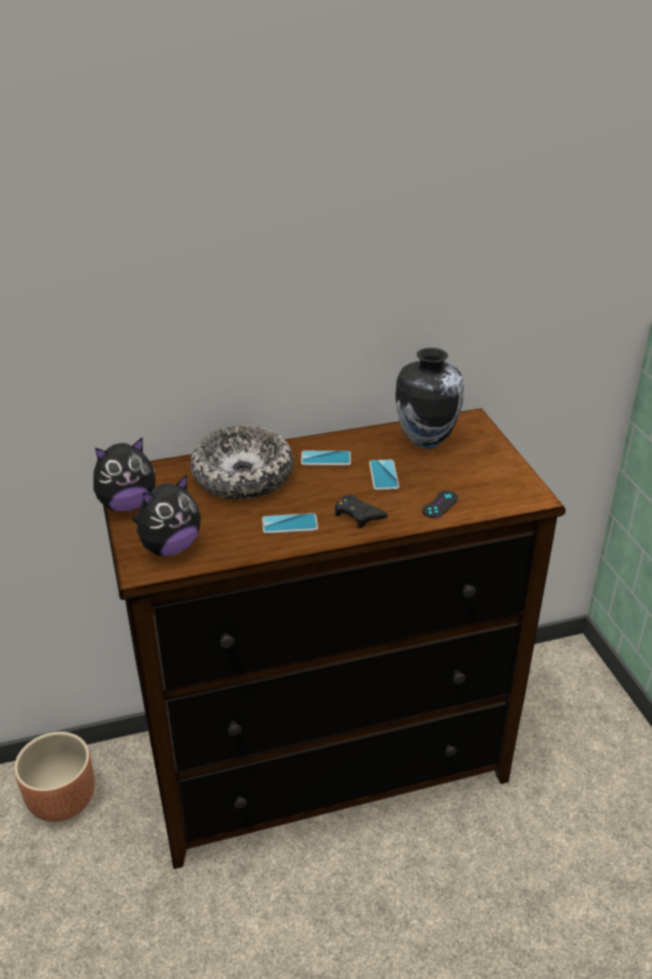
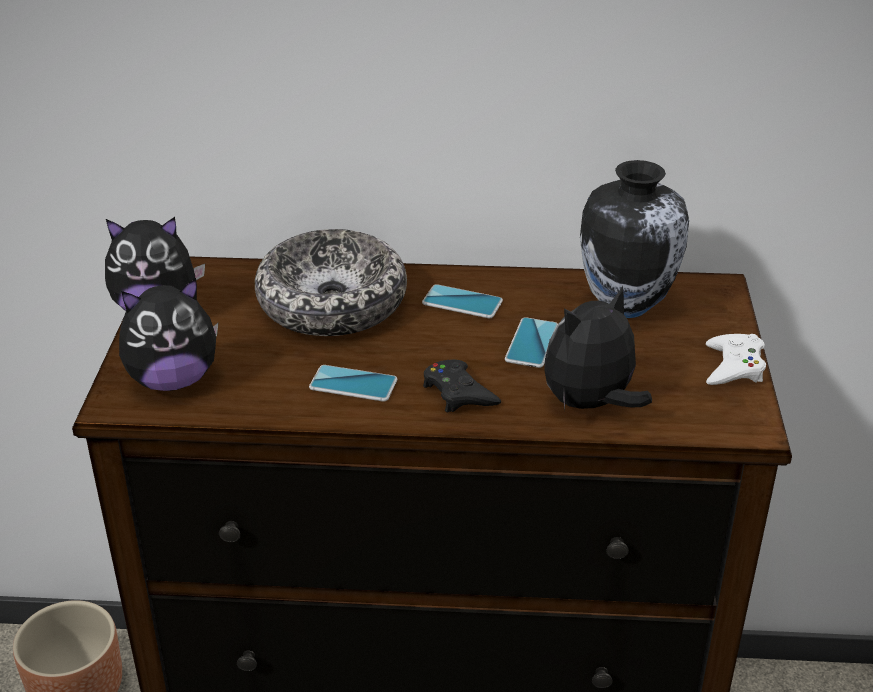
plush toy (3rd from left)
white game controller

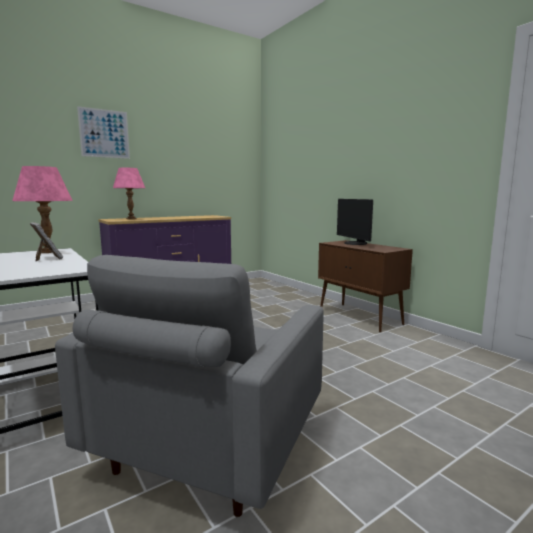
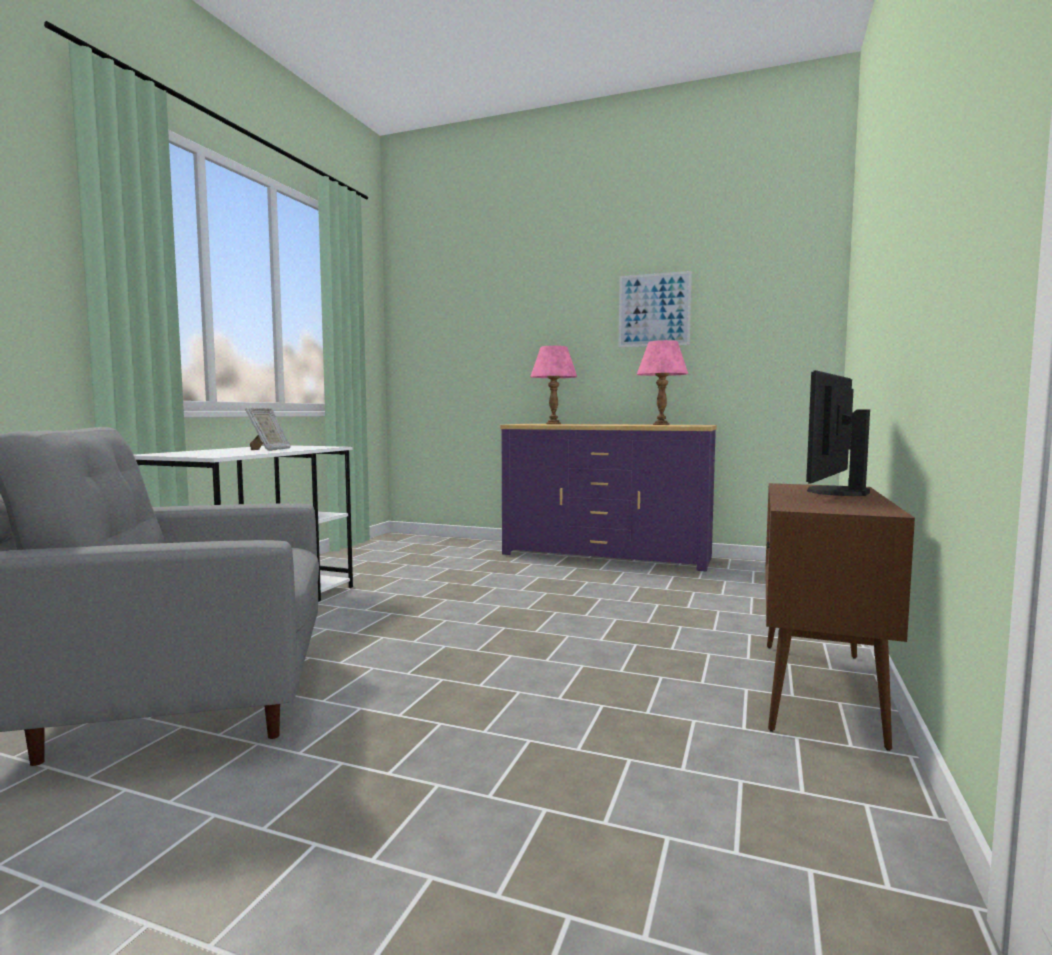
picture
pink table lamp (2nd from left)

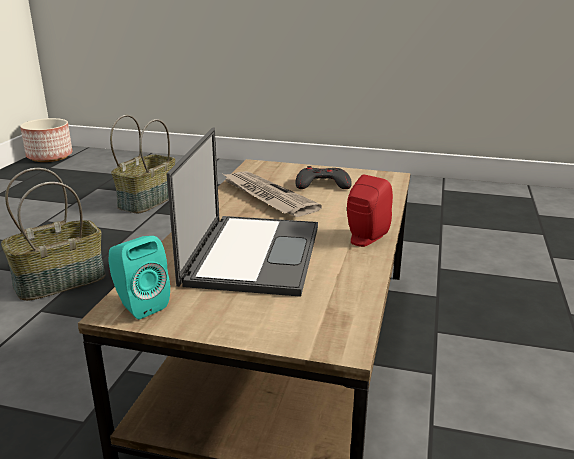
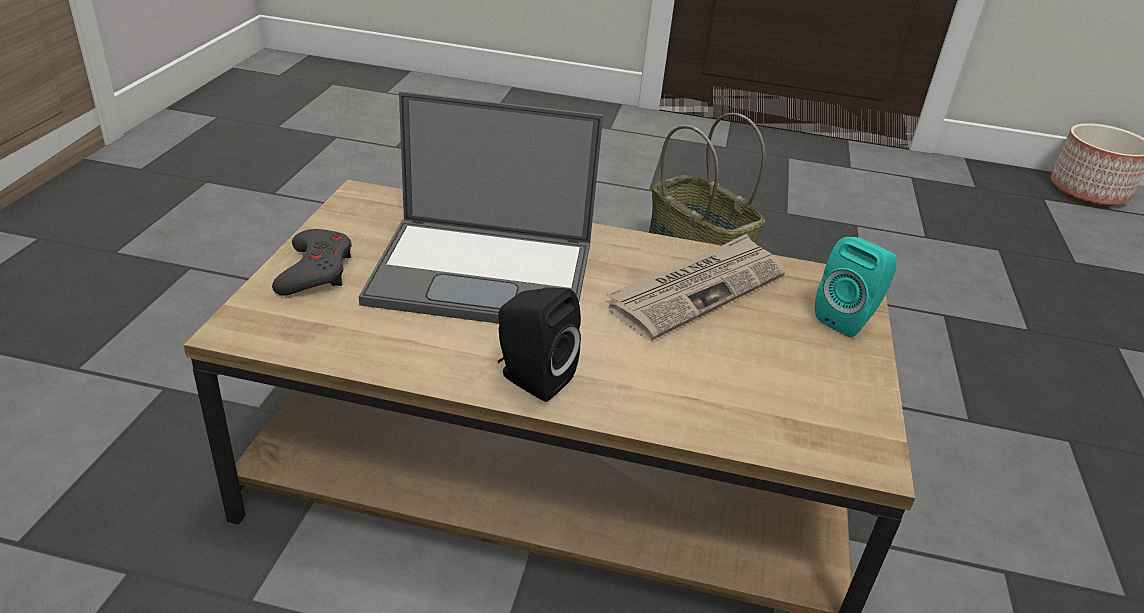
grey game controller
black speaker
turquoise speaker
basket (2nd from left in the first image)

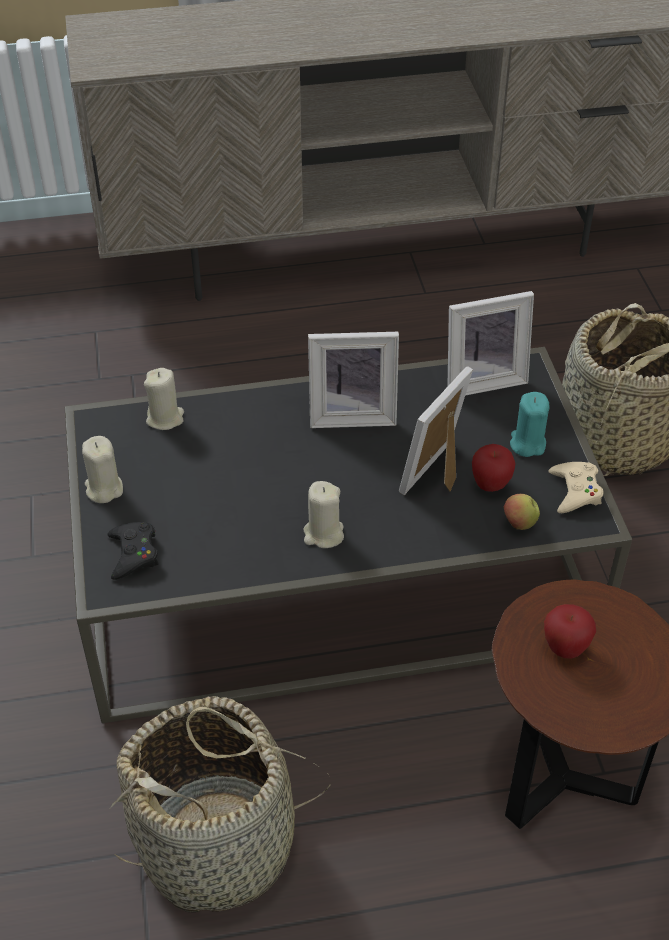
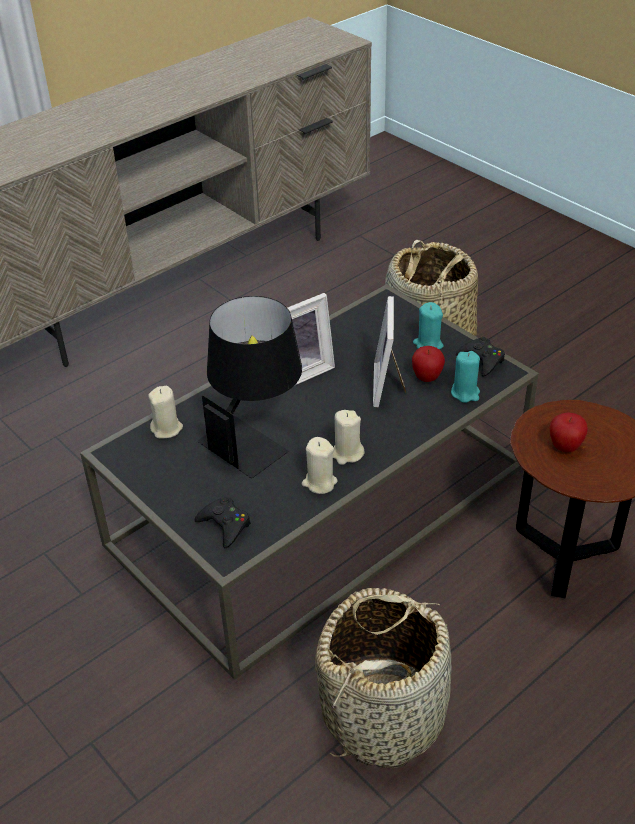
black table lamp
beige candle (2nd from left)
turquoise candle (2nd from left)
black game controller (2nd from left)
picture frame (3rd from left in the first image)

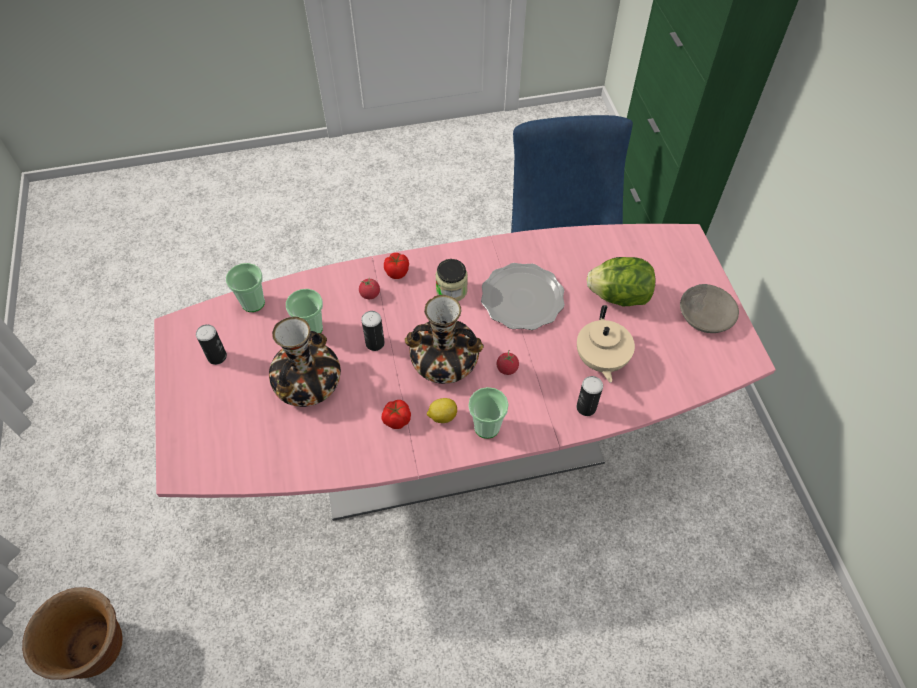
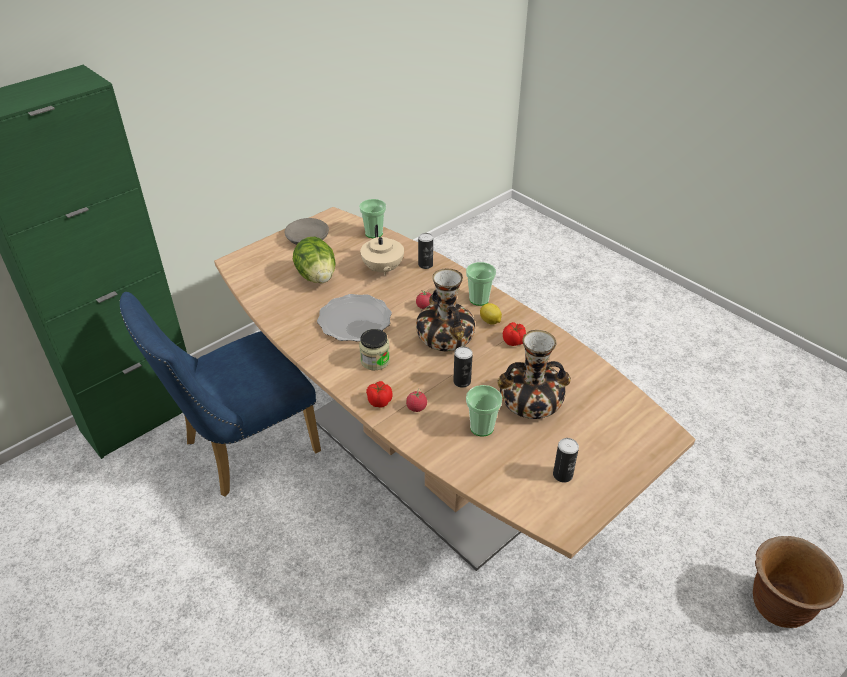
brown dining table
cup (1st from left)
beige teapot

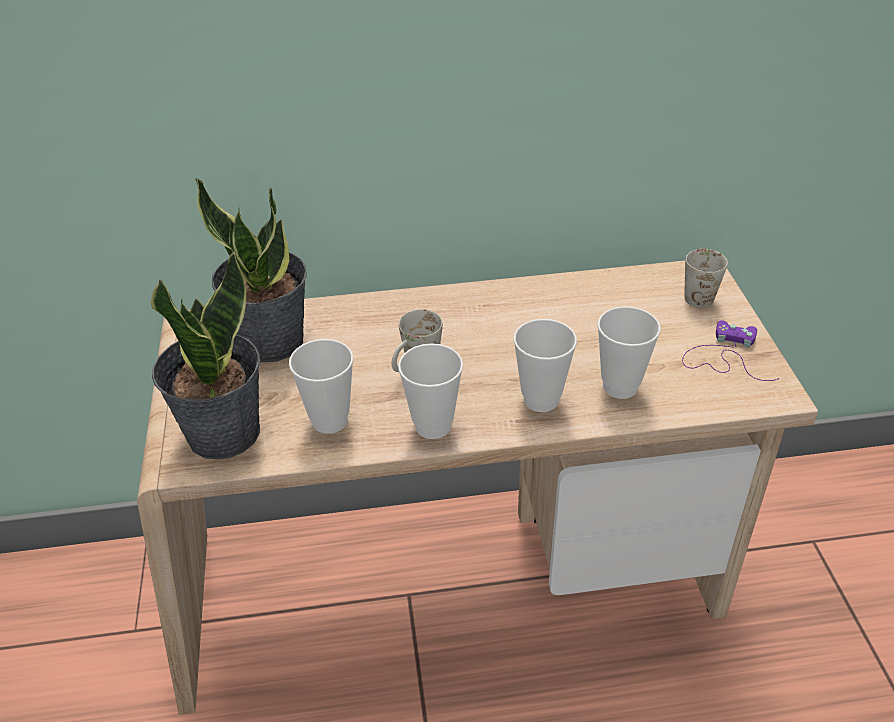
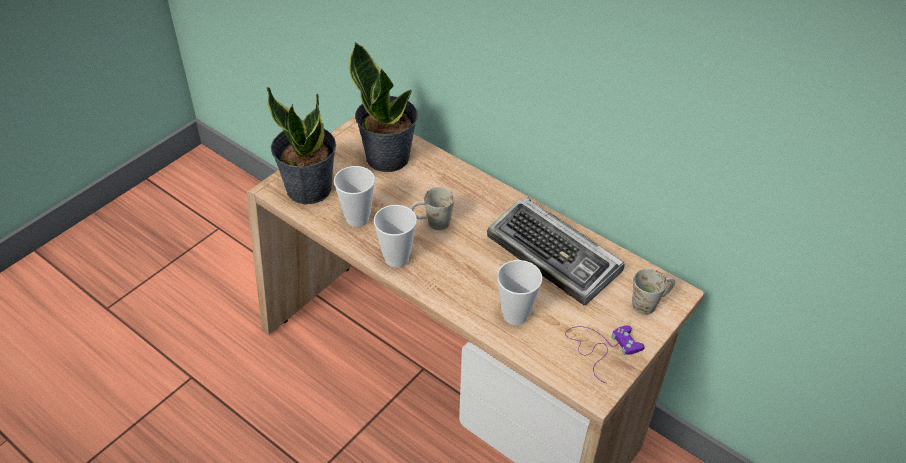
keyboard
cup (3rd from left in the first image)

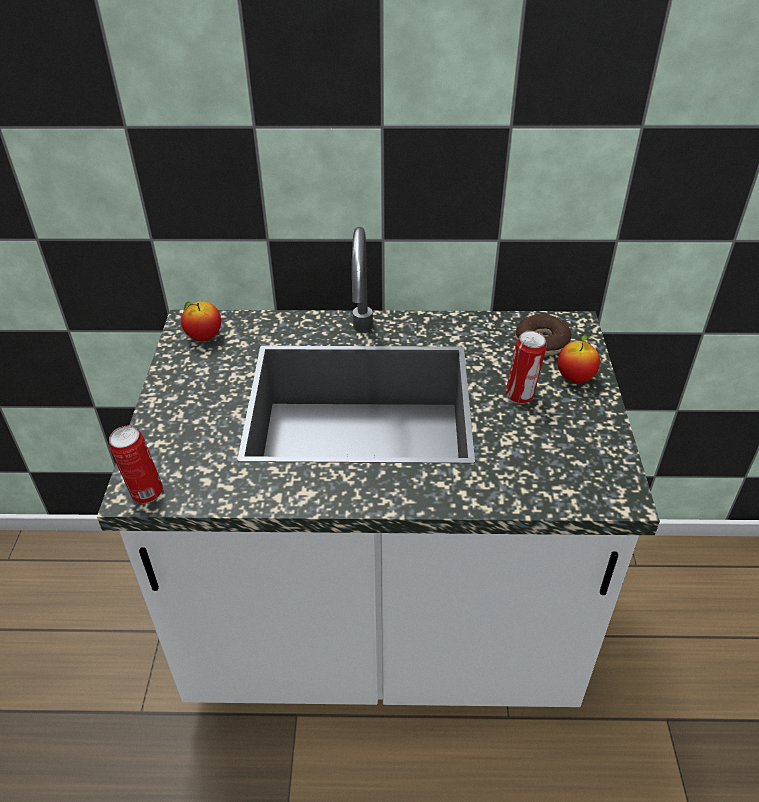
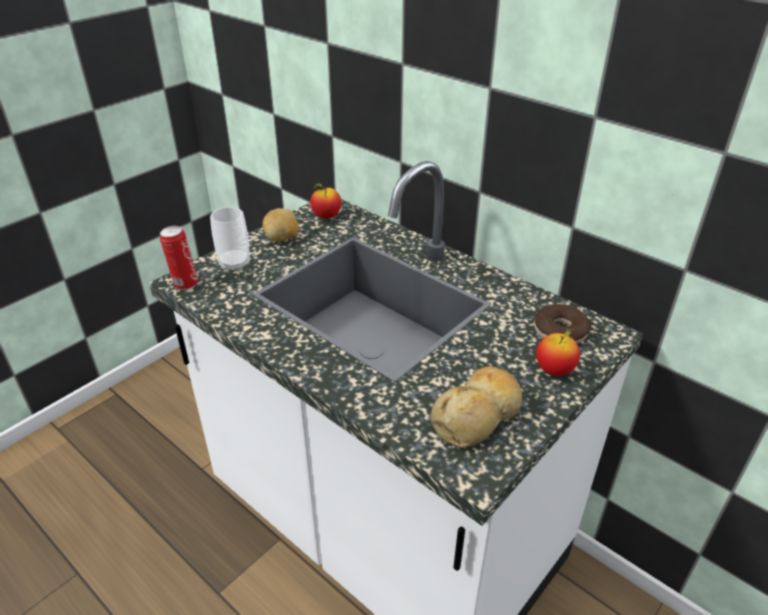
cup
potato
bread
can (2nd from left in the first image)

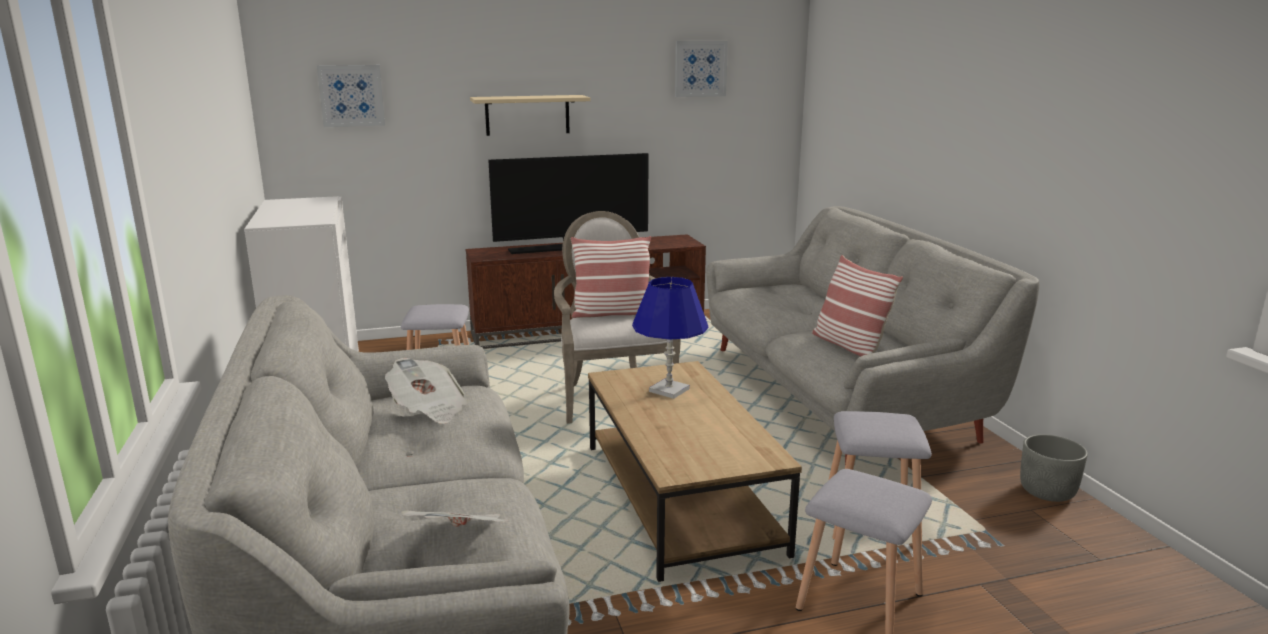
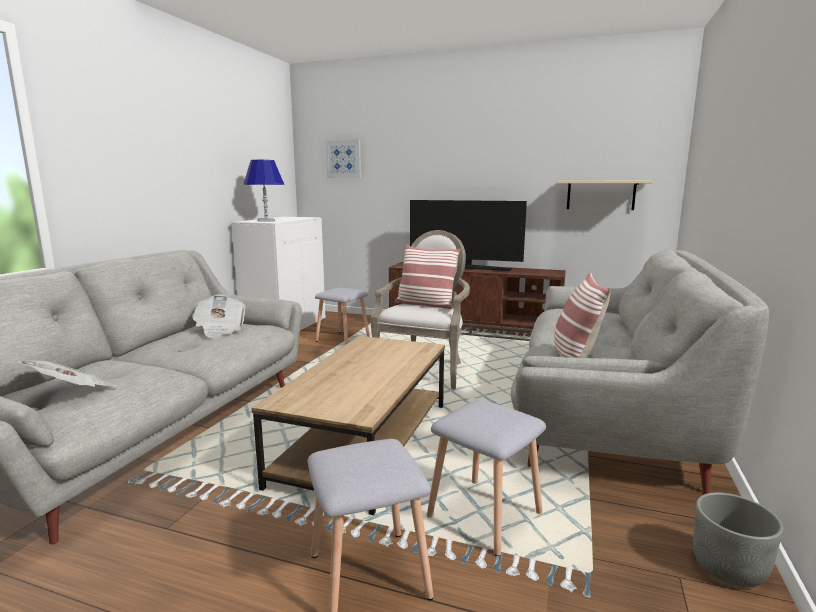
blue table lamp
beige shelf
picture (2nd from left in the first image)

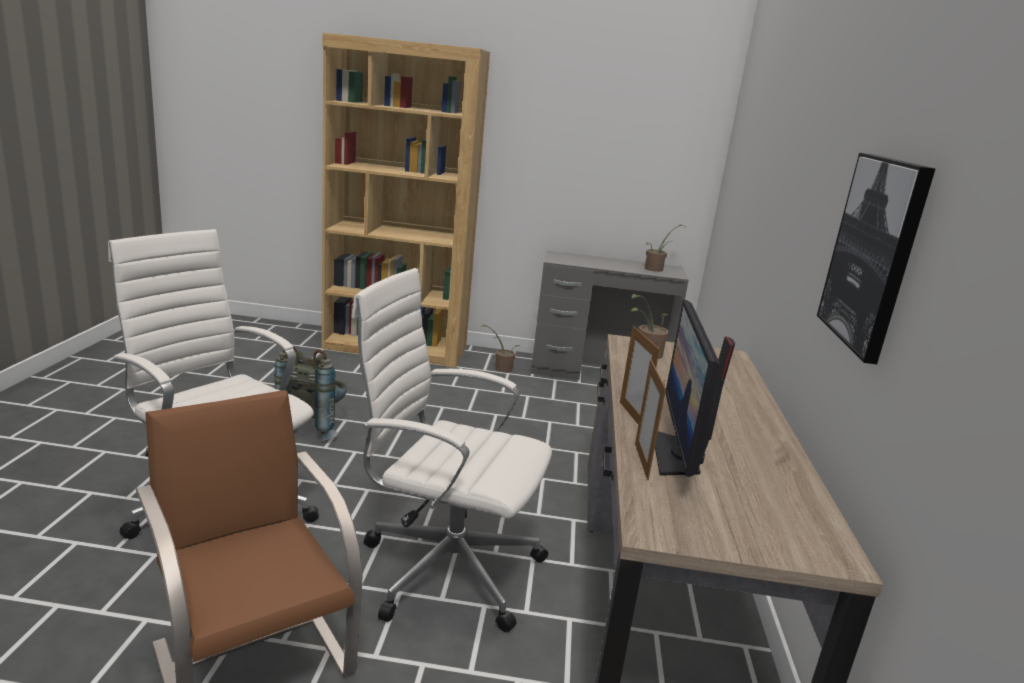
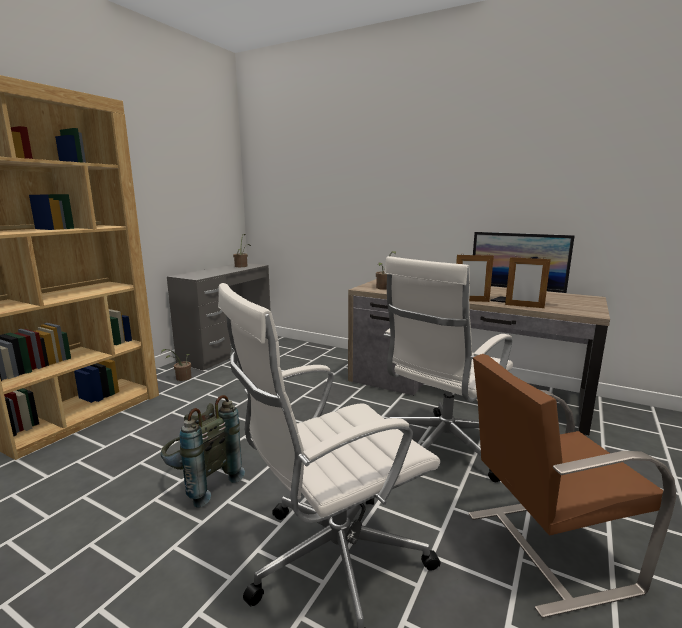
picture

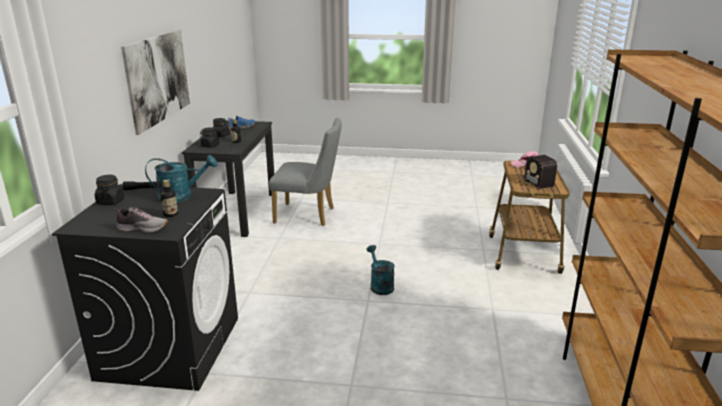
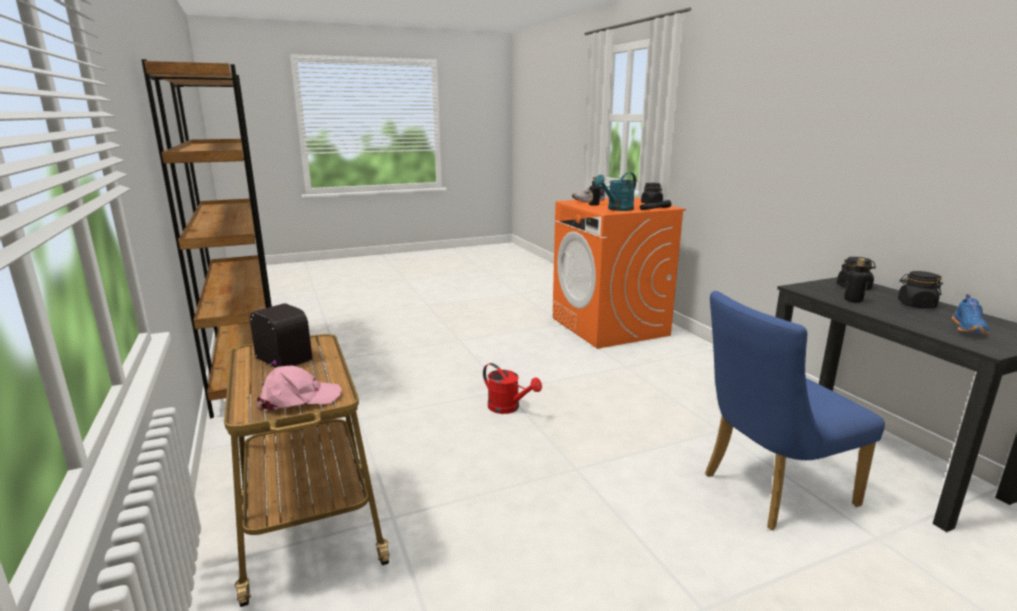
red watering can
orange washing machine
blue chair
picture

